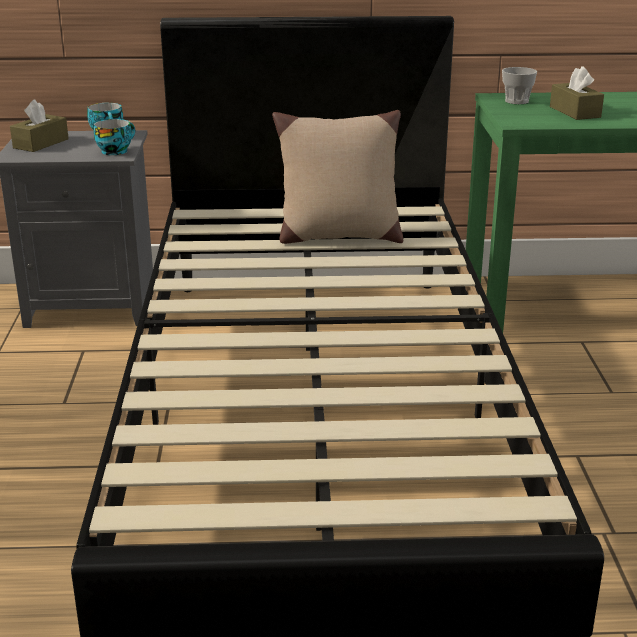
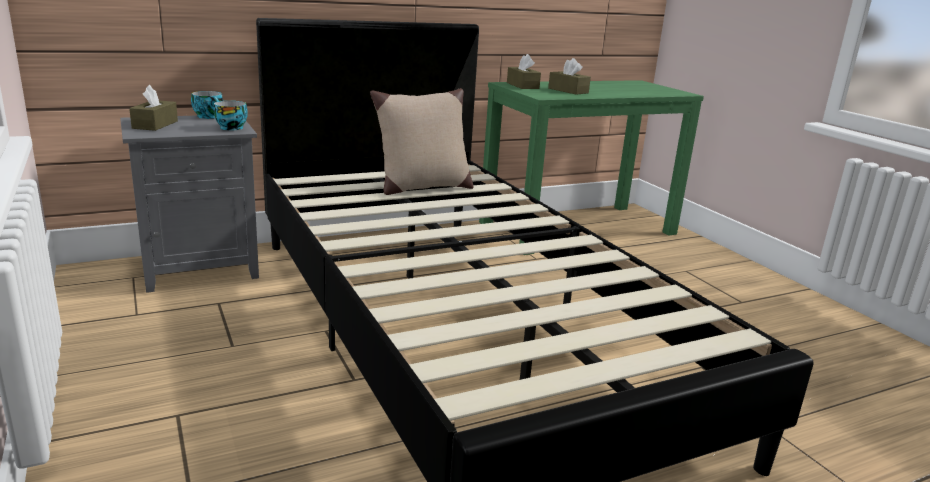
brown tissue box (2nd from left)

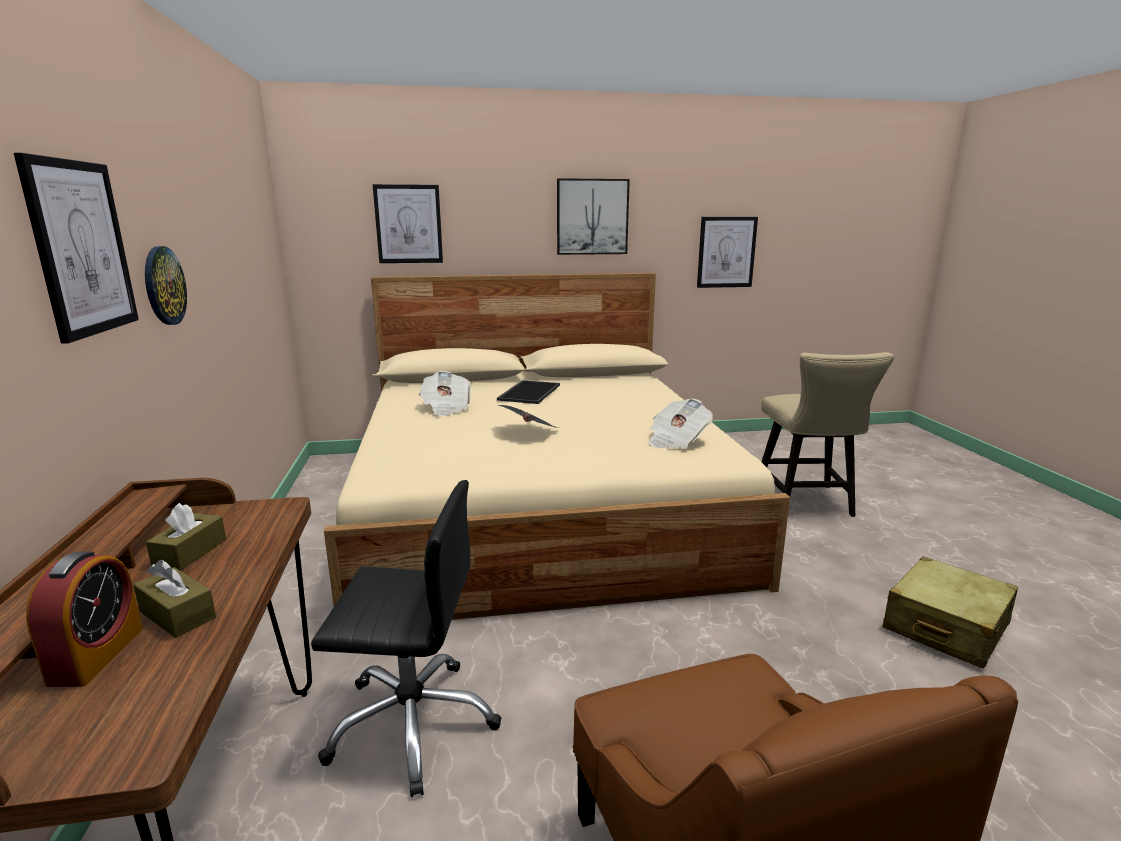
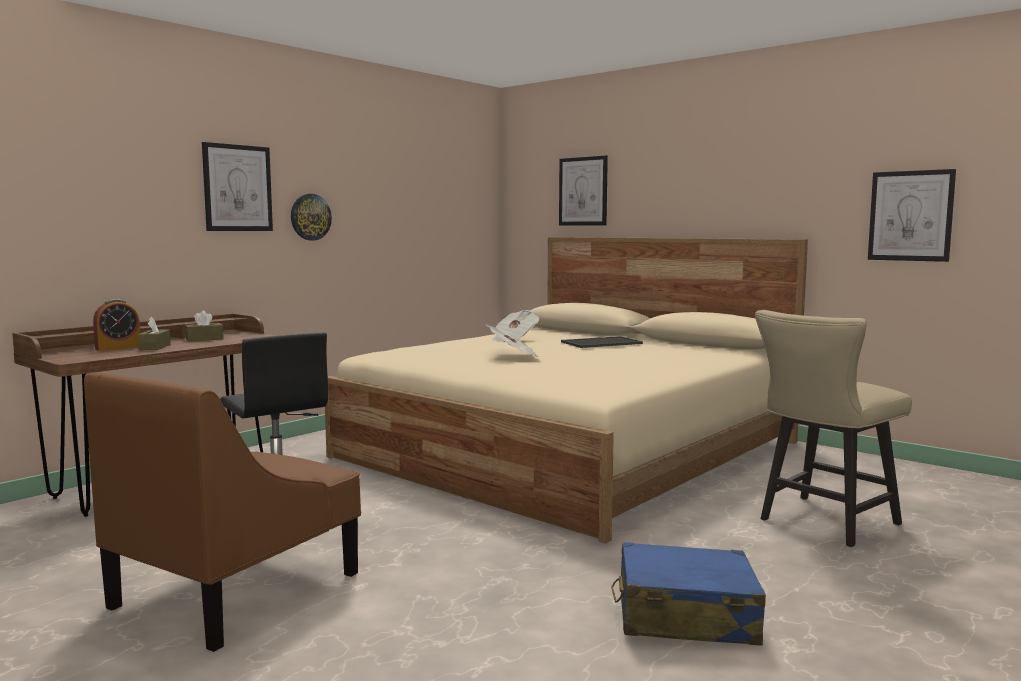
blue suitcase
picture (3rd from left in the first image)
newspaper (3rd from left in the first image)

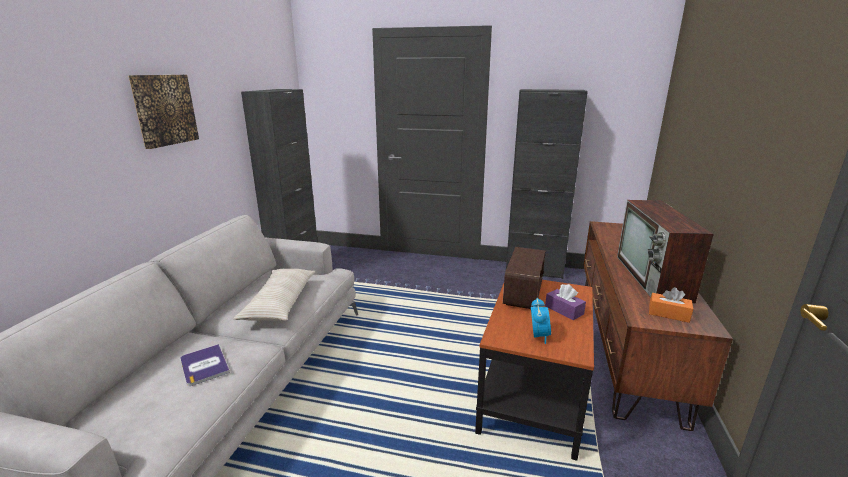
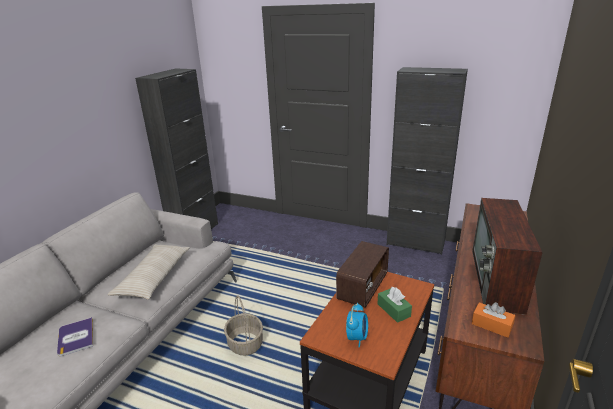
basket
green tissue box
picture

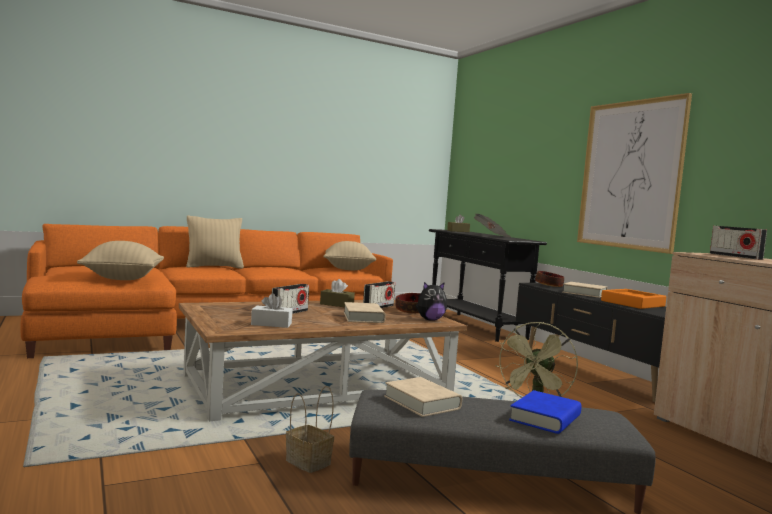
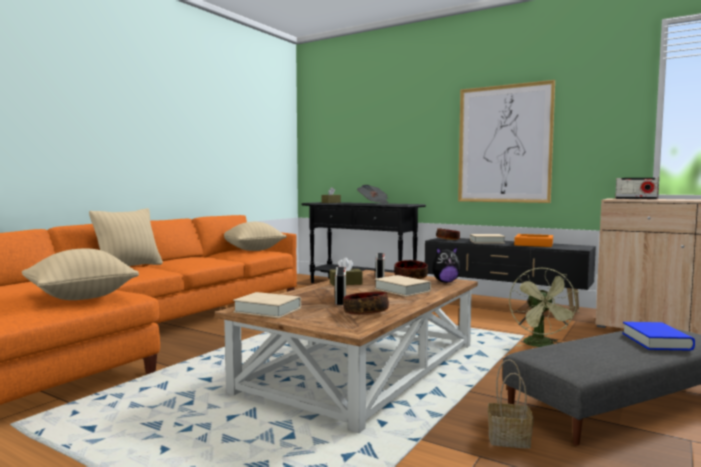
beige book (1st from left)
bowl (1st from left)
plush toy

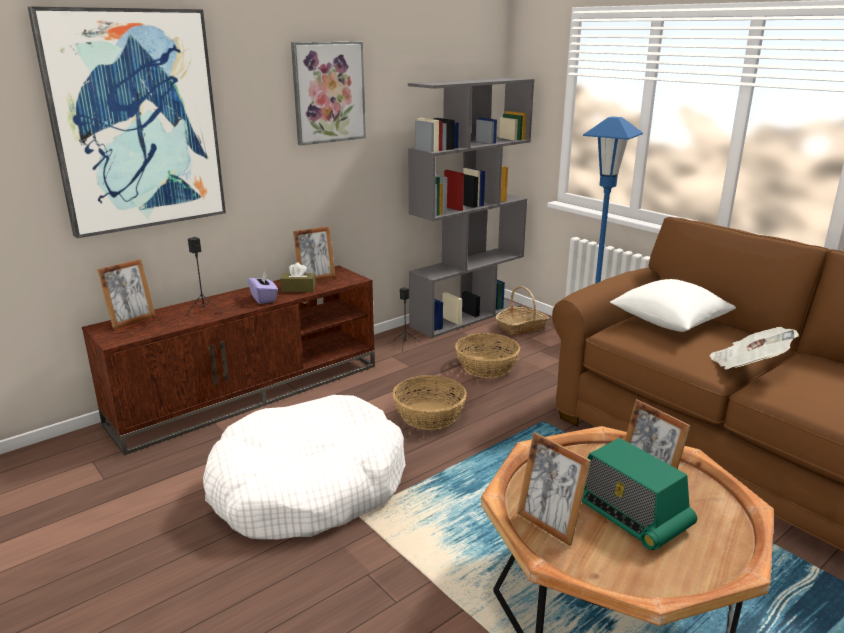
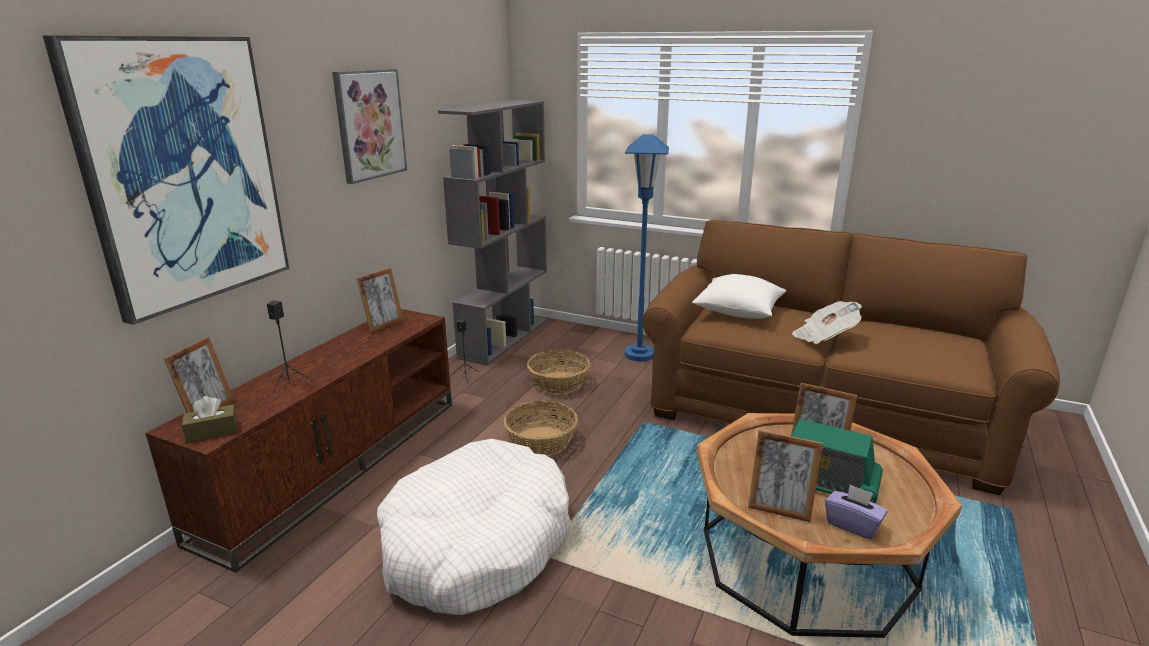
brown tissue box
purple tissue box
basket (3rd from left in the first image)

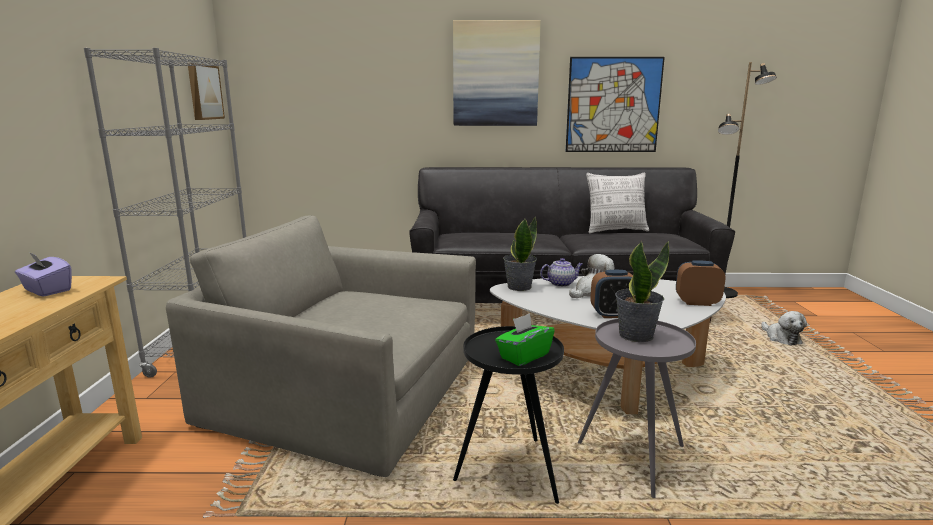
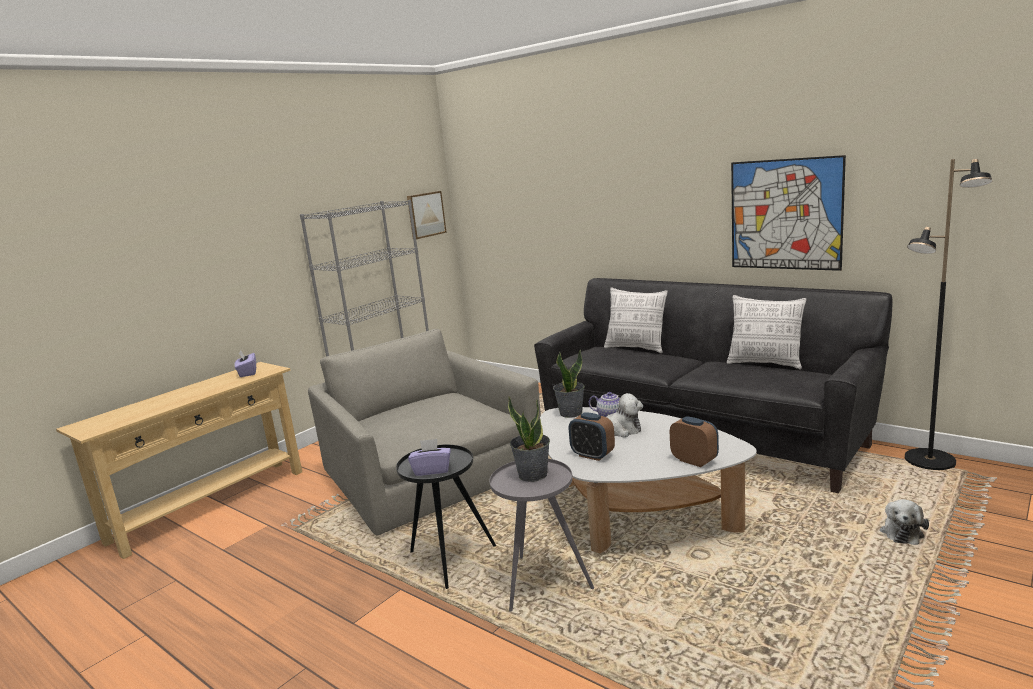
purple tissue box (2nd from left)
pillow (1st from left)
picture (2nd from left in the first image)

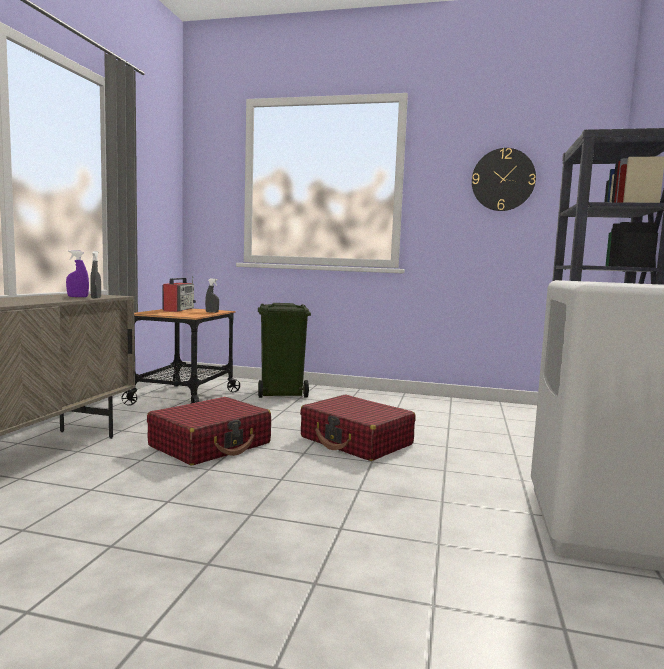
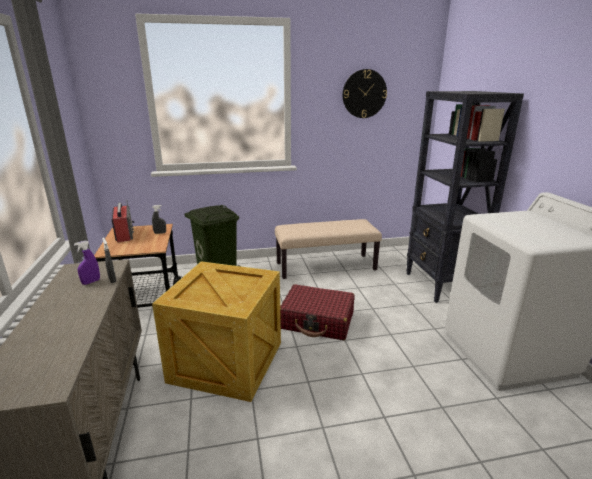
crate
beige bench

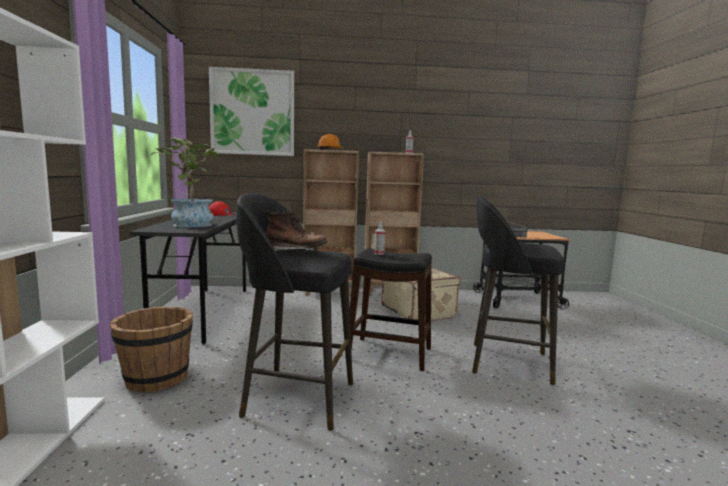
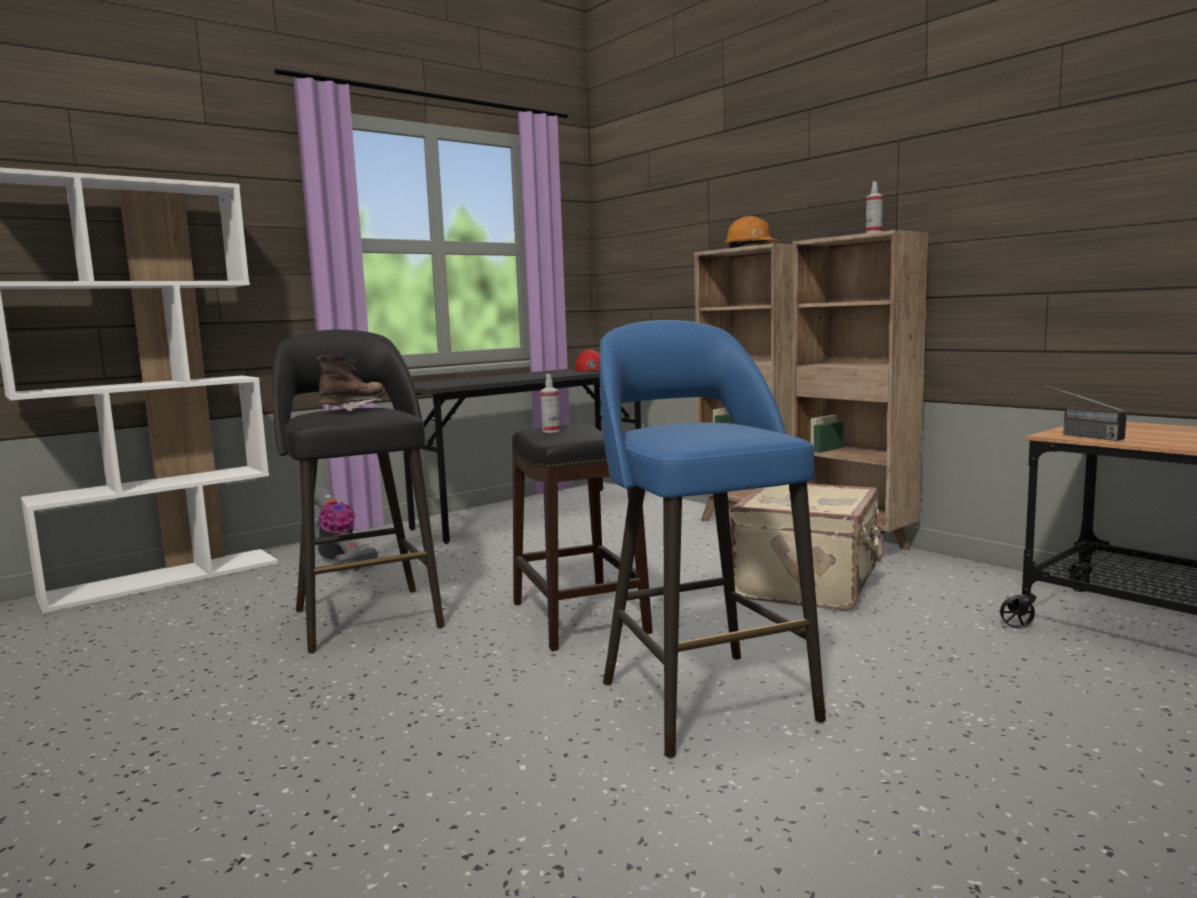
vacuum cleaner
brown boot
blue stool
potted plant
picture

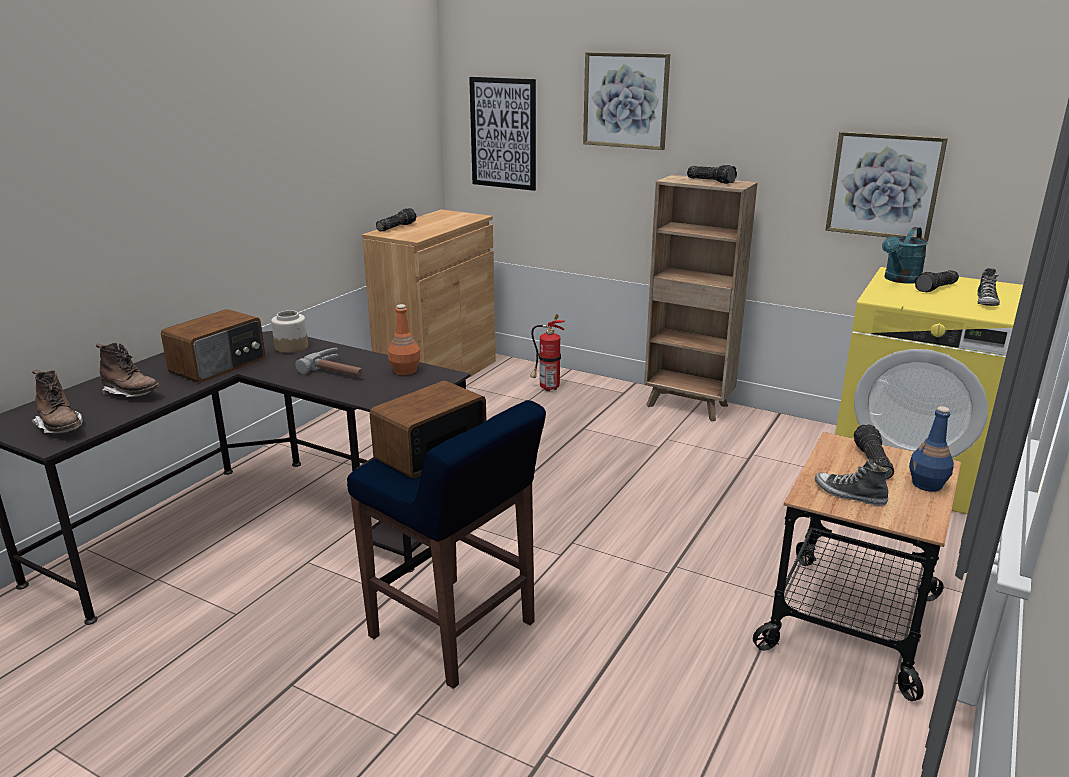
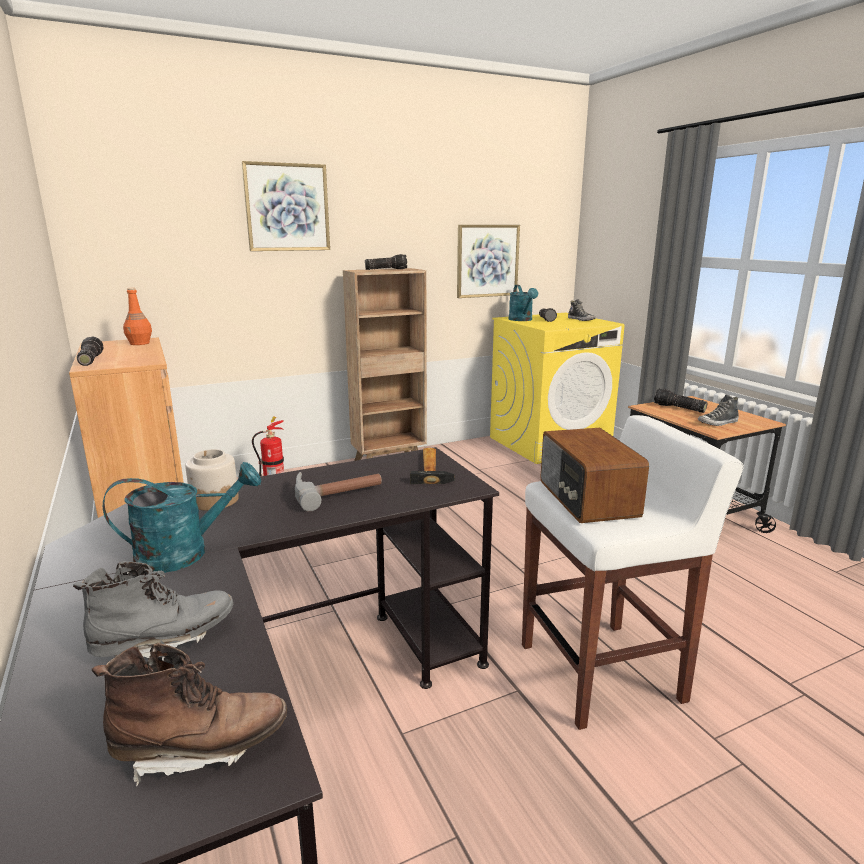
grey boot
turquoise watering can (1st from left)
orange bottle
hammer (2nd from left)
white stool
picture (1st from left in the first image)
blue bottle

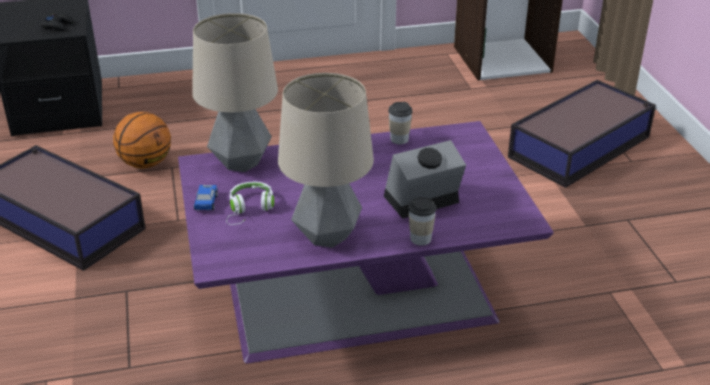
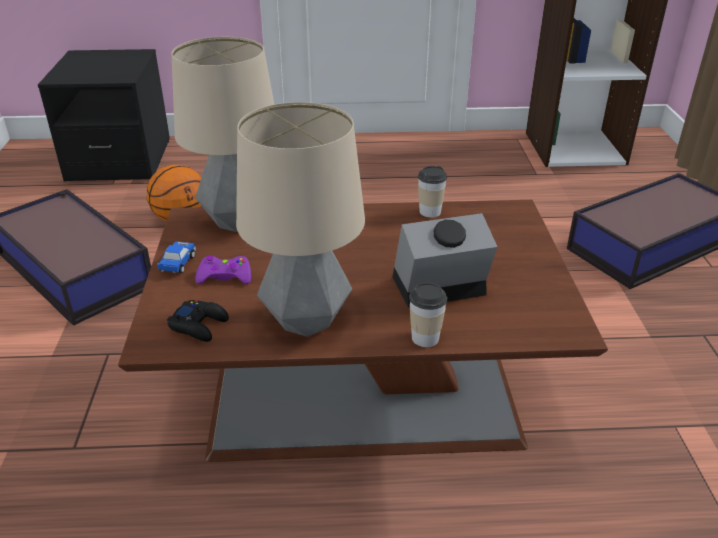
brown coffee table
black game controller
purple game controller

